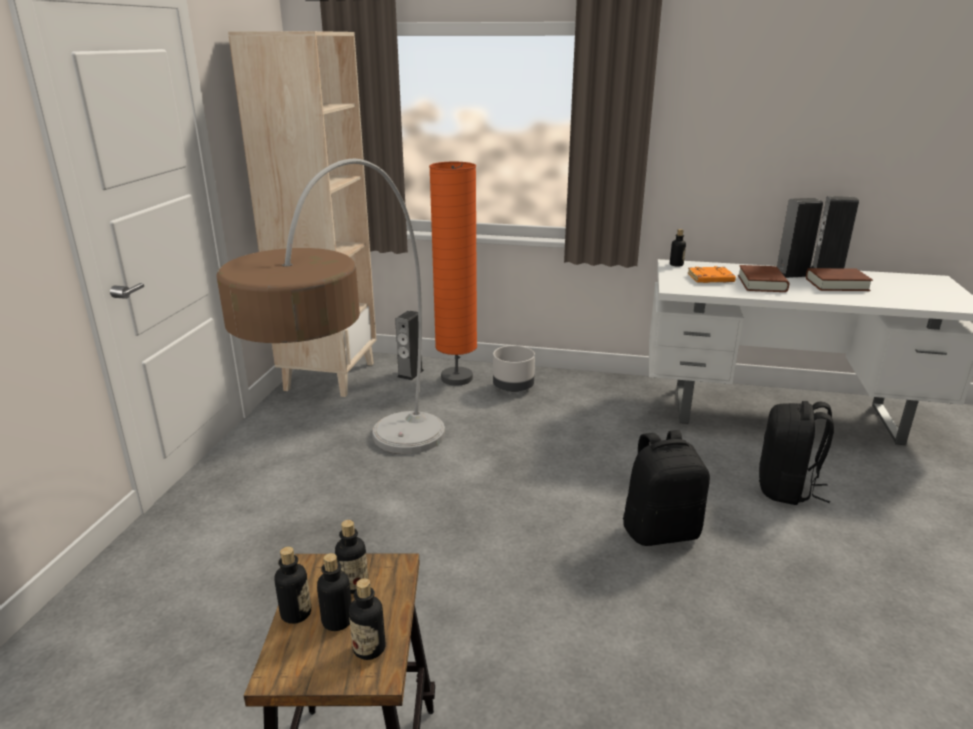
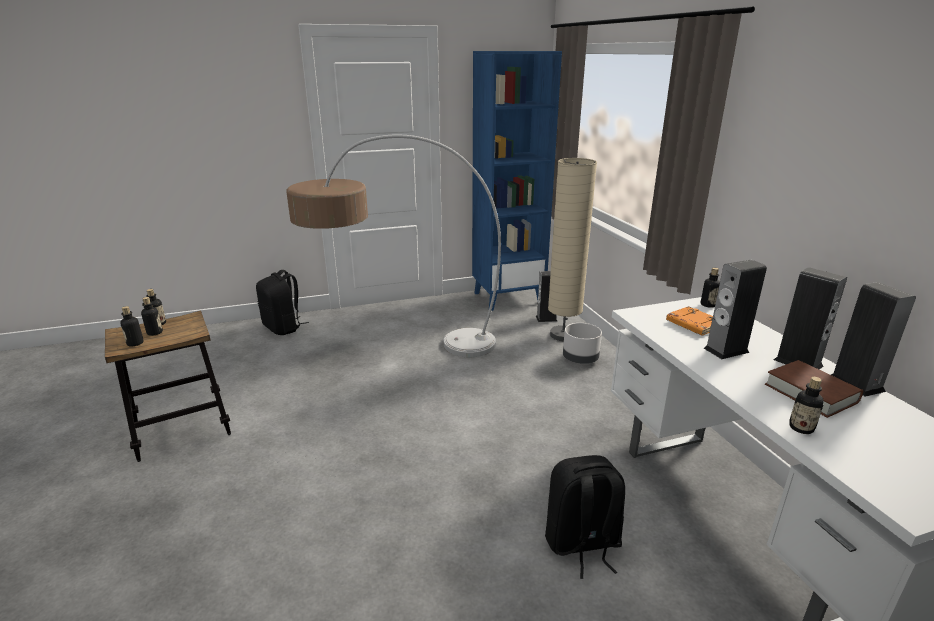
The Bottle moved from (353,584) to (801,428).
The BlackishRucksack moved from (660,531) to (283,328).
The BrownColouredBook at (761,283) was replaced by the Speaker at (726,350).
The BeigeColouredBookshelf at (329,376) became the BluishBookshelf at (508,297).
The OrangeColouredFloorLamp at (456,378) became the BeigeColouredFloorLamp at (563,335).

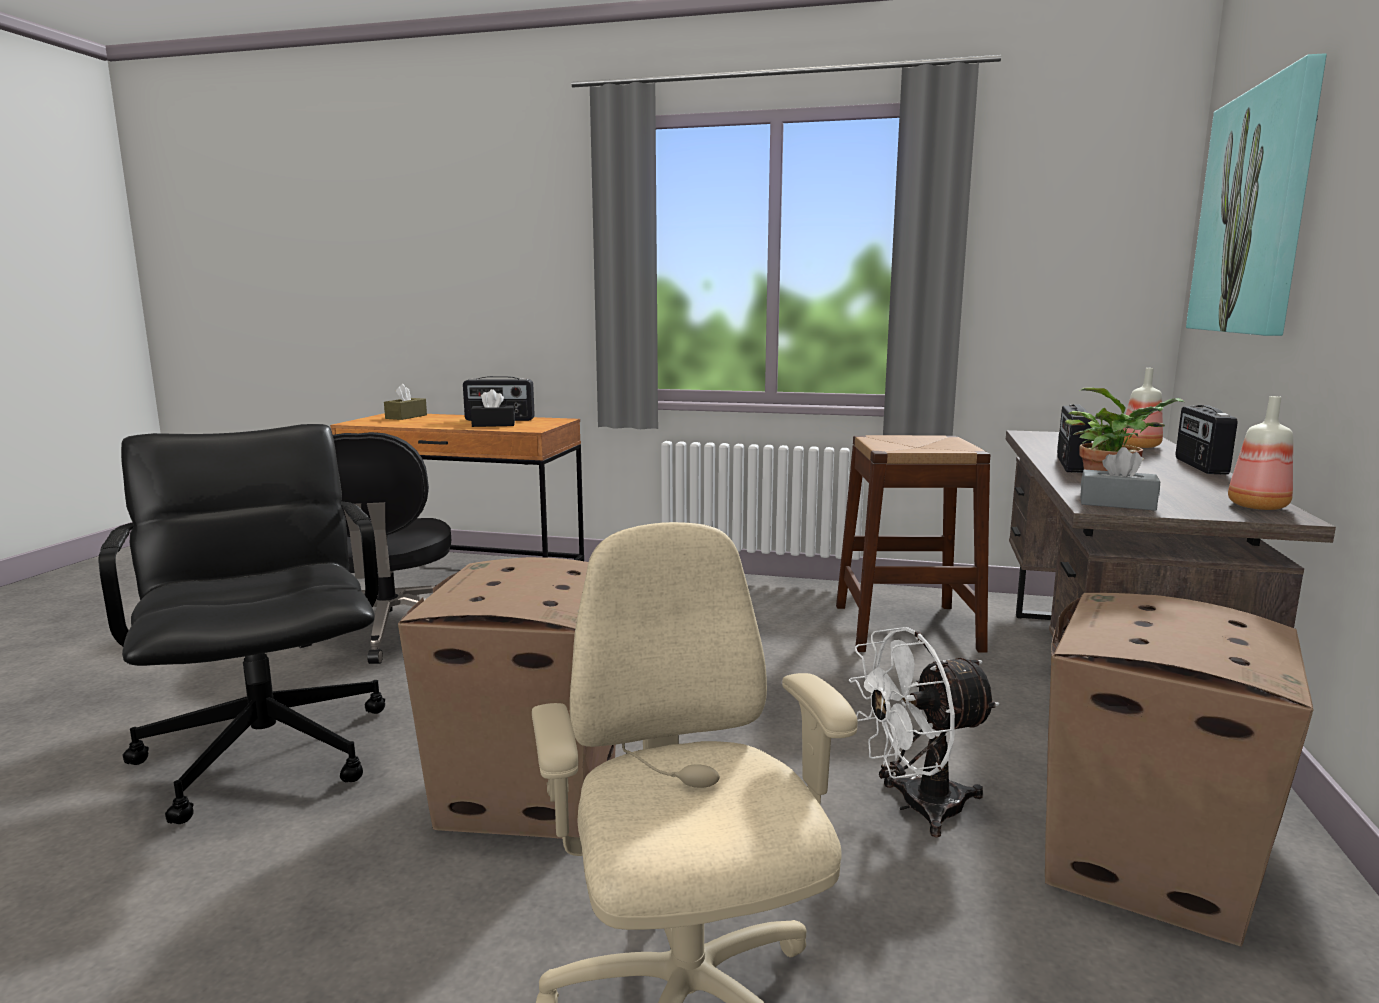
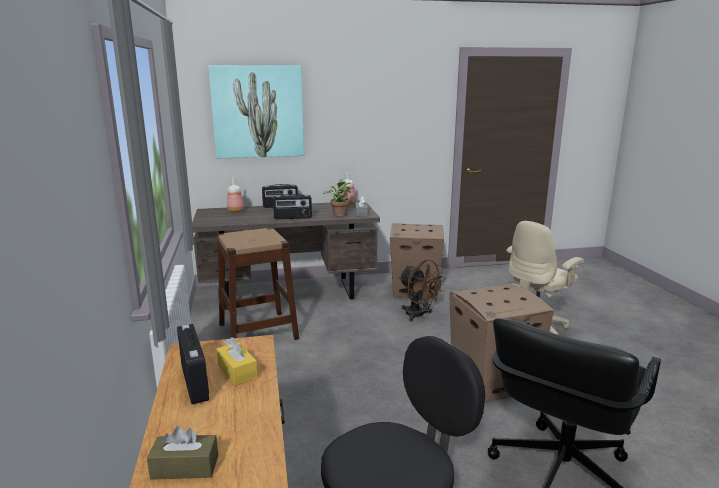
The BlackishBoxOfTissues at (493,424) became the YellowColouredBoxOfTissues at (237,371).
The WhiteCoolingFan at (917,807) became the BrownColouredCoolingFan at (419,315).

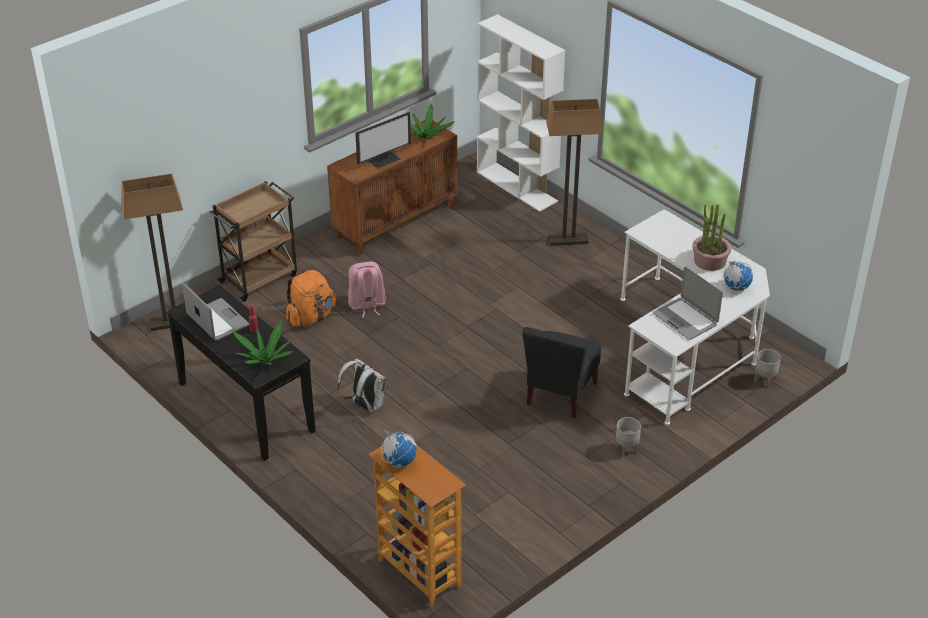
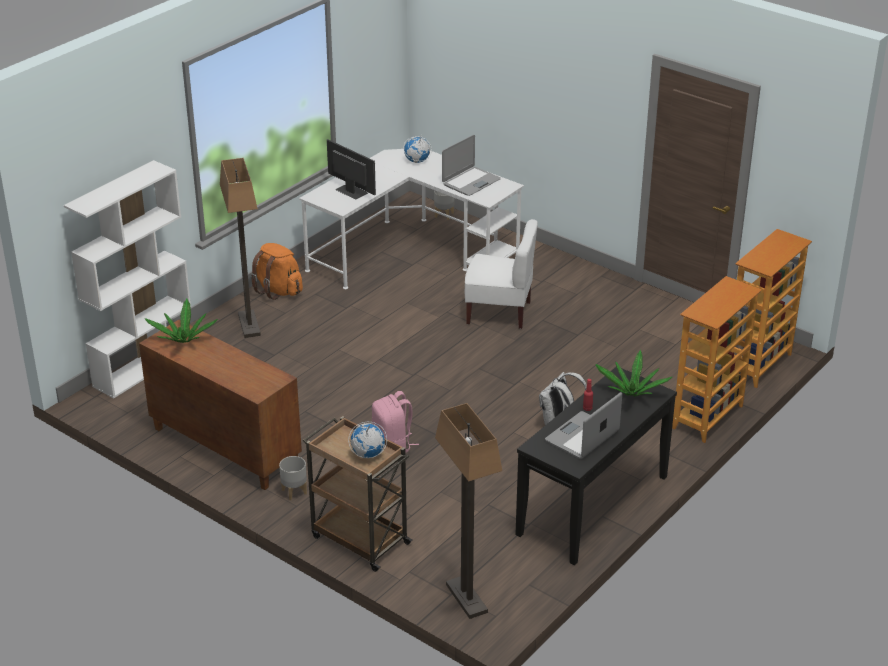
The PottedPlant at (709,261) disappeared.
The Bookshelf at (708,418) appeared.
The OrangeColouredRucksack moved from (311,317) to (278,290).
The ComputerScreen moved from (384,159) to (351,191).
The DeskGlobe moved from (399,461) to (367,454).
The GreyishPlantPot moved from (626,449) to (294,491).
The BlackishPlainChair at (560,394) became the WhitePlainChair at (499,312).

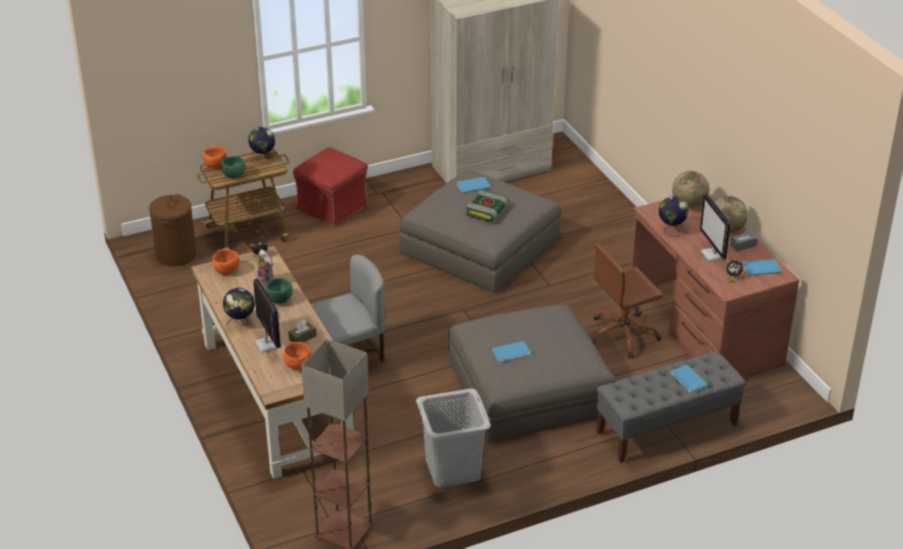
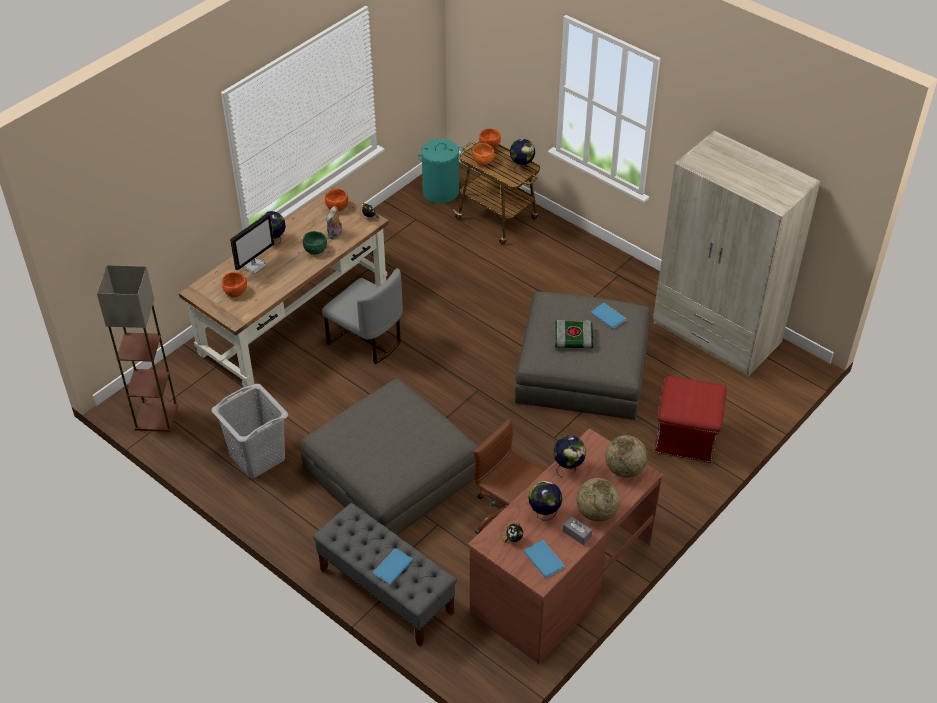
The BrownColouredBoxOfTissues at (302,338) disappeared.
The BluishBook at (512,352) disappeared.
The RedColouredOttoman moved from (332,207) to (687,437).
The ComputerScreen at (713,255) was replaced by the DeskGlobe at (544,513).
The BrownColouredLaundryBasket at (176,255) became the BlueGreenLaundryBasket at (440,192).
The GreenishBowl at (234,175) became the OrangeColouredBowl at (482,162).

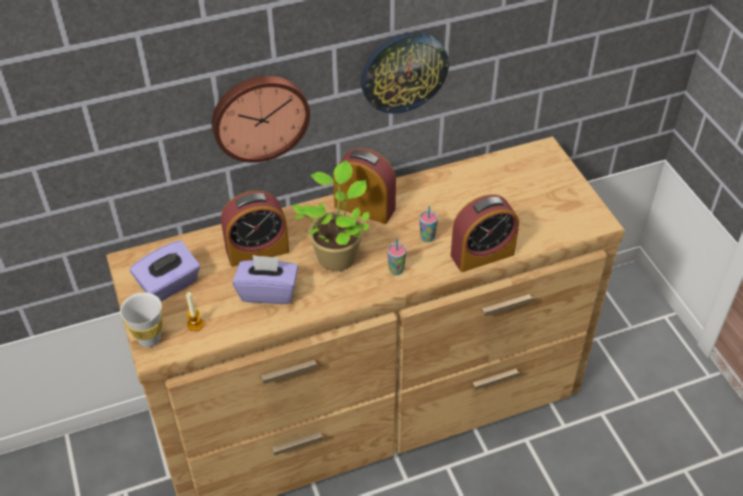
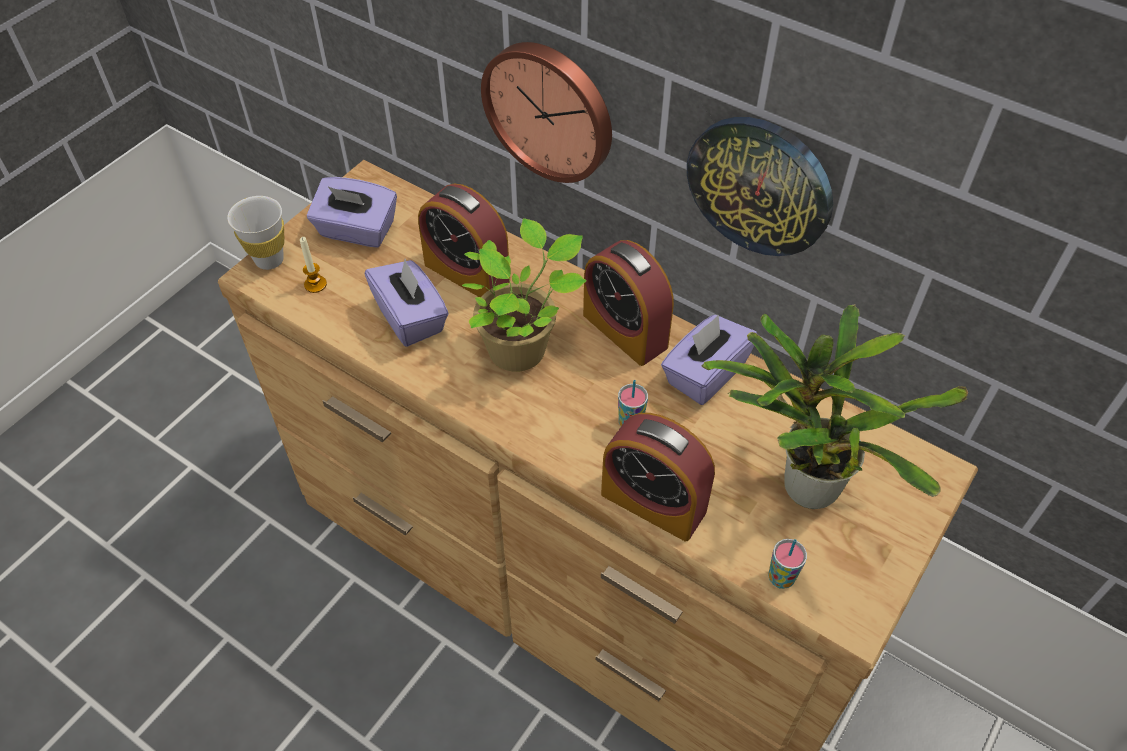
The PurpleBoxOfTissues at (704,374) appeared.
The PottedPlant at (803,483) appeared.
The DrinkingCup moved from (396,270) to (781,578).
The AlarmClock at (364,207) turned 150 degrees clockwise.

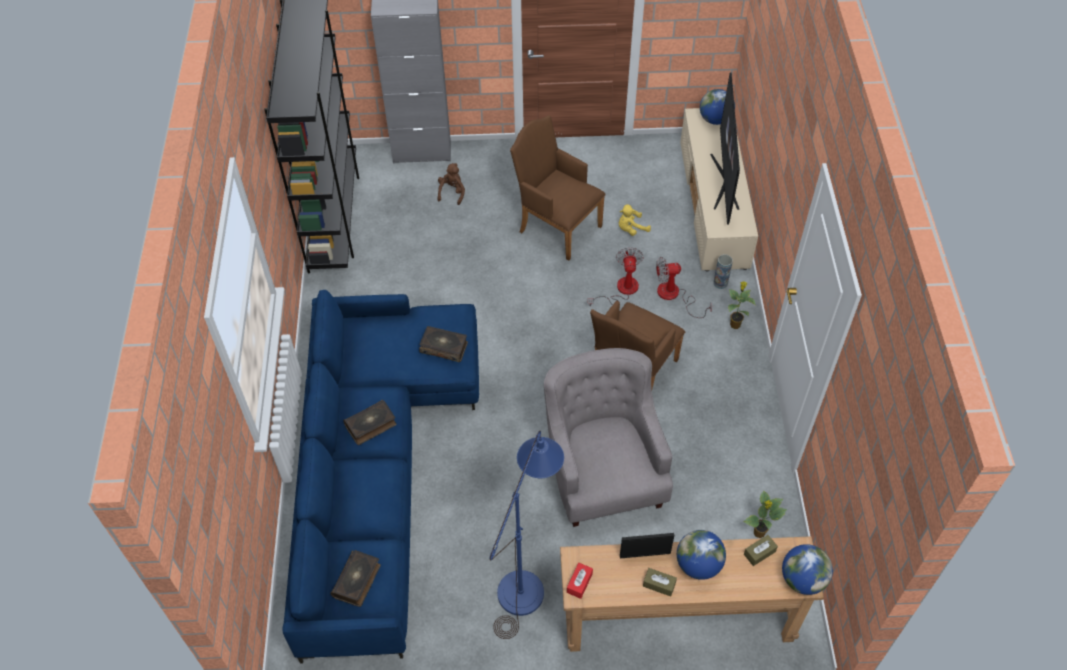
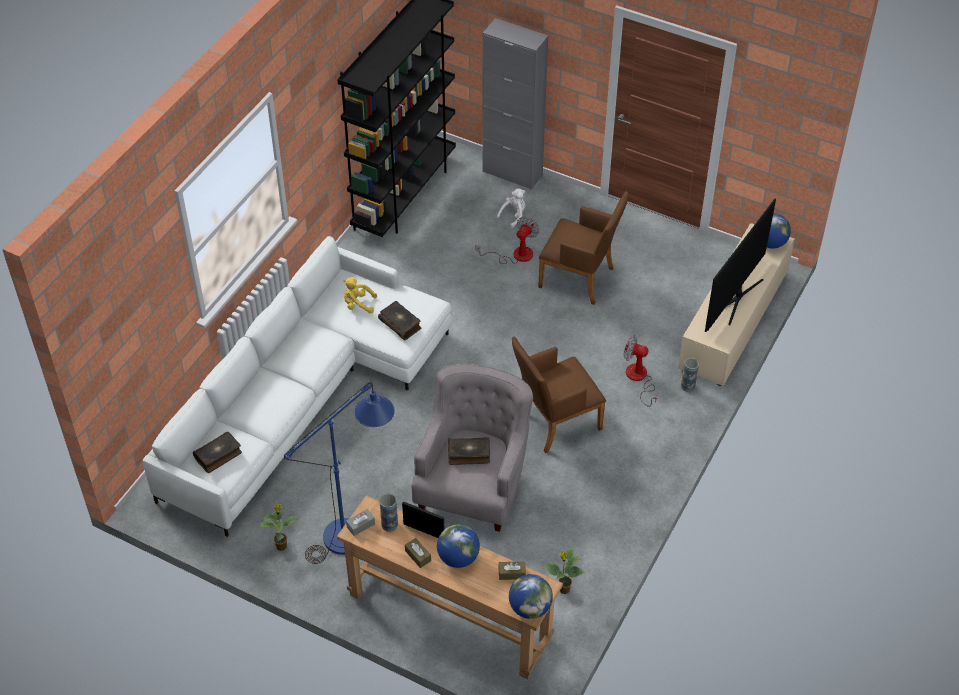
The Vase at (389,524) appeared.
The Book moved from (371,425) to (469,454).
The CoolingFan moved from (621,290) to (515,255).
The YellowColouredPlushToy moved from (631,229) to (358,304).
The PottedPlant moved from (735,324) to (282,545).
The BluishCouch at (377,466) became the WhiteCouch at (304,396).
The BrownColouredPlushToy at (452,192) became the WhitePlushToy at (513,215).
The RedColouredBoxOfTissues at (579,583) became the GreyishBoxOfTissues at (360,525).
The BrownColouredArmchair at (556,226) turned 135 degrees clockwise.

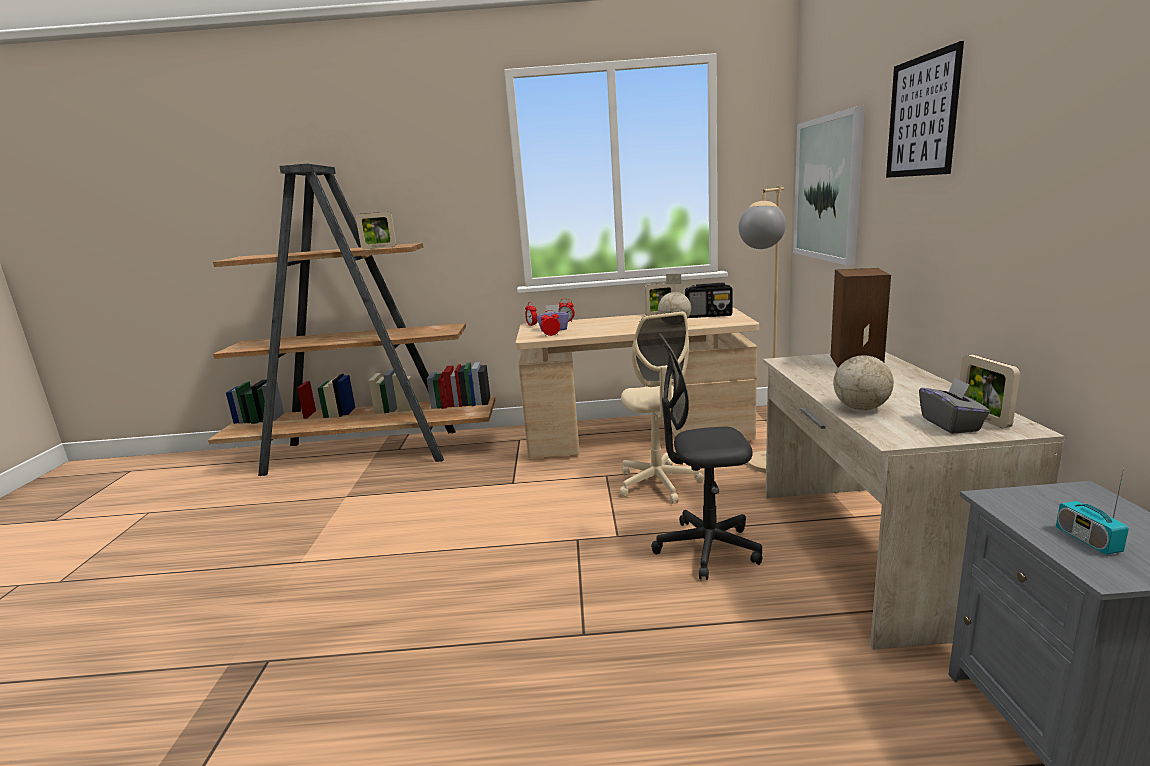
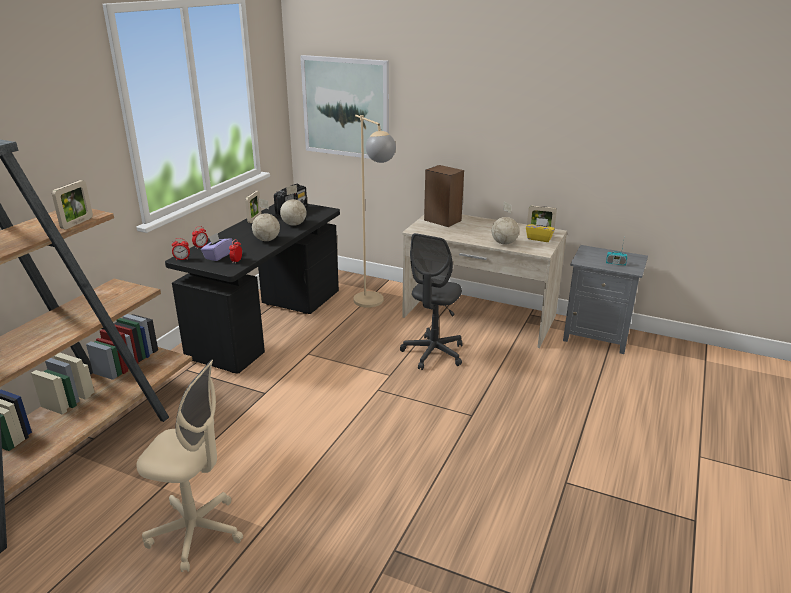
The WallArt at (922,116) disappeared.
The DeskGlobe at (267,240) appeared.
The BeigeColouredOfficeChair moved from (658,484) to (196,532).
The BeigeColouredDeskTable at (637,438) became the BlackishDeskTable at (269,324).
The GreyishBoxOfTissues at (950,424) became the YellowColouredBoxOfTissues at (539,238).

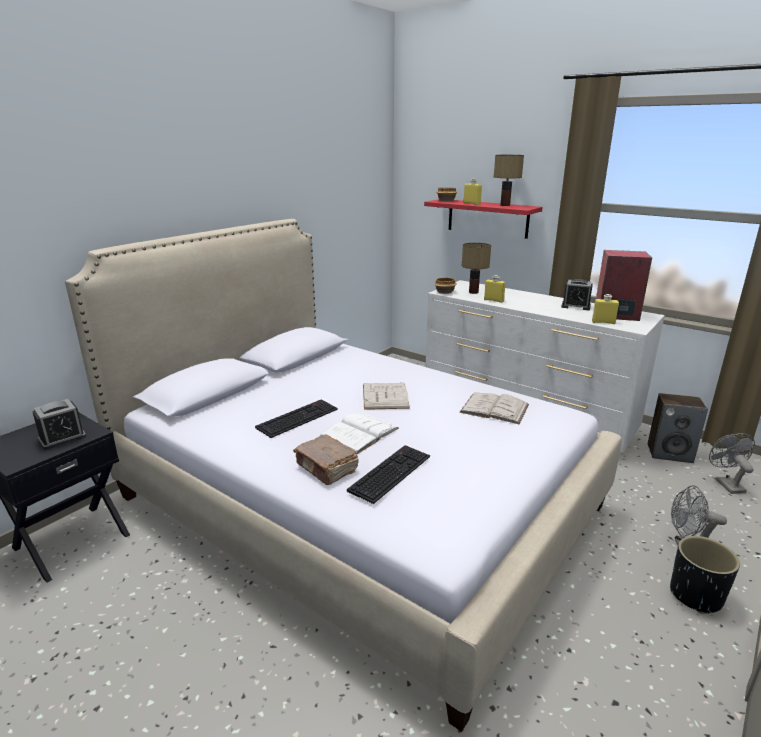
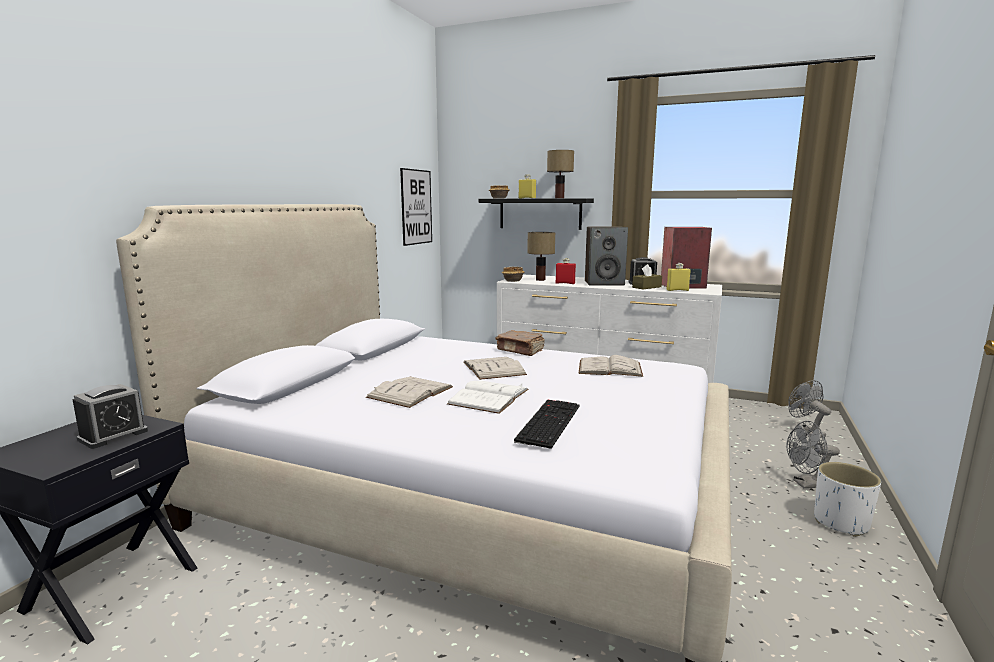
The WallArt at (416,207) appeared.
The BrownColouredBoxOfTissues at (646,287) appeared.
The BrownColouredBook moved from (326,468) to (520,351).
The Speaker moved from (670,453) to (604,283).
The Keyboard at (297,417) was replaced by the WhiteBook at (410,392).
The RedColouredBracketShelf at (487,218) became the BlackishBracketShelf at (540,213).
The YellowColouredBottle at (493,300) became the RedColouredBottle at (565,283).
The BlackishPlantPot at (696,596) became the WhitePlantPot at (841,522).

